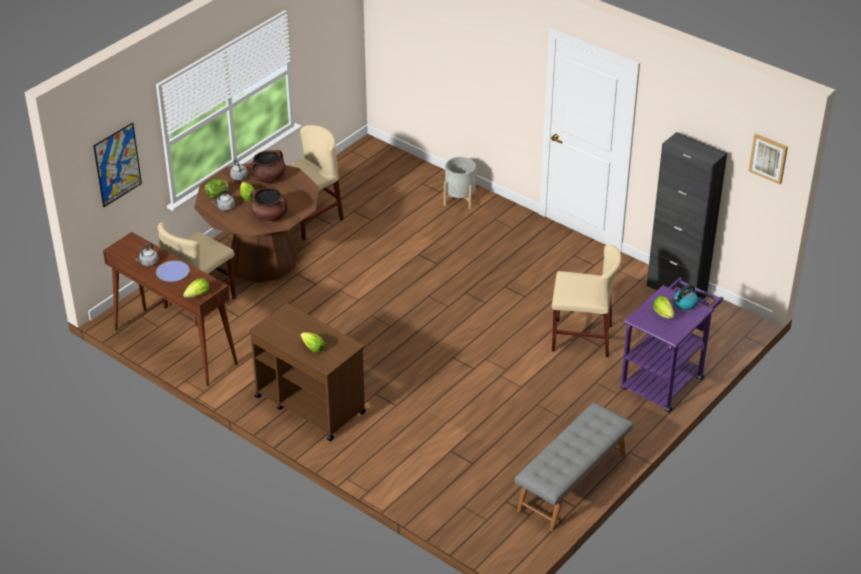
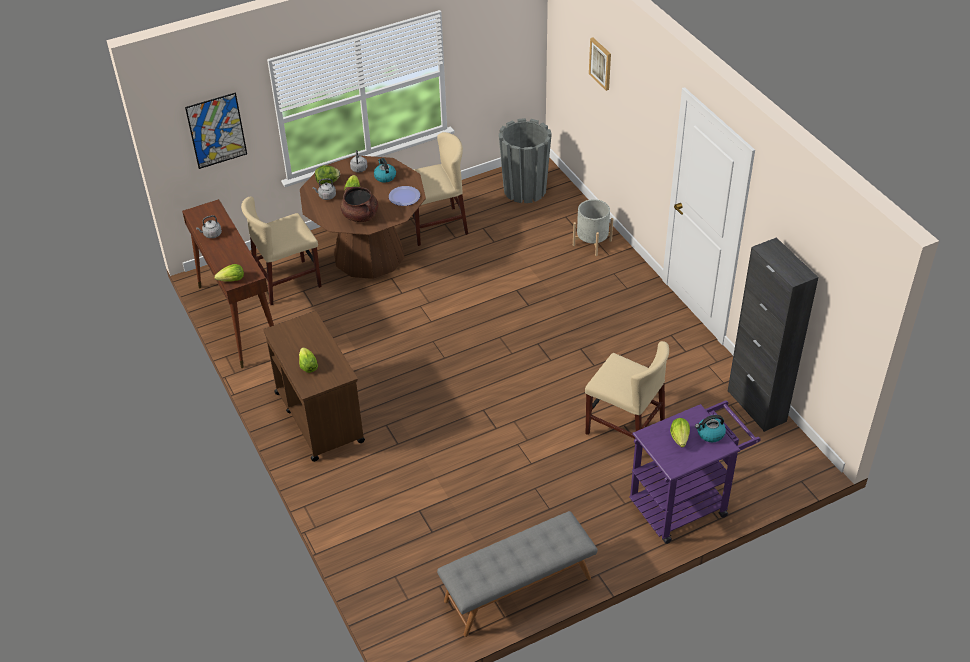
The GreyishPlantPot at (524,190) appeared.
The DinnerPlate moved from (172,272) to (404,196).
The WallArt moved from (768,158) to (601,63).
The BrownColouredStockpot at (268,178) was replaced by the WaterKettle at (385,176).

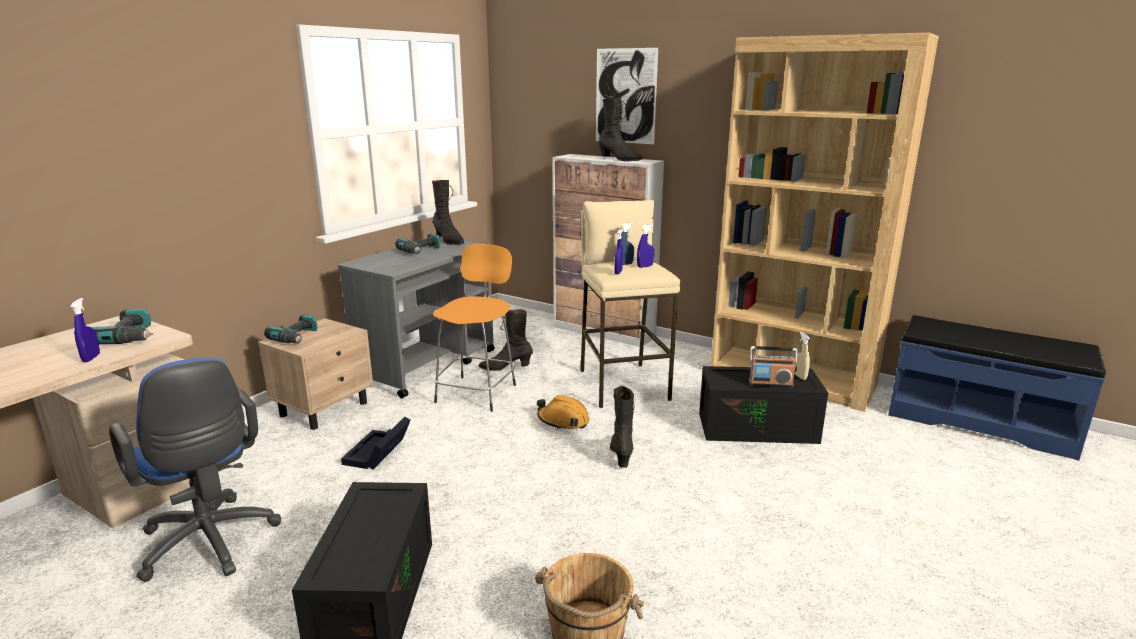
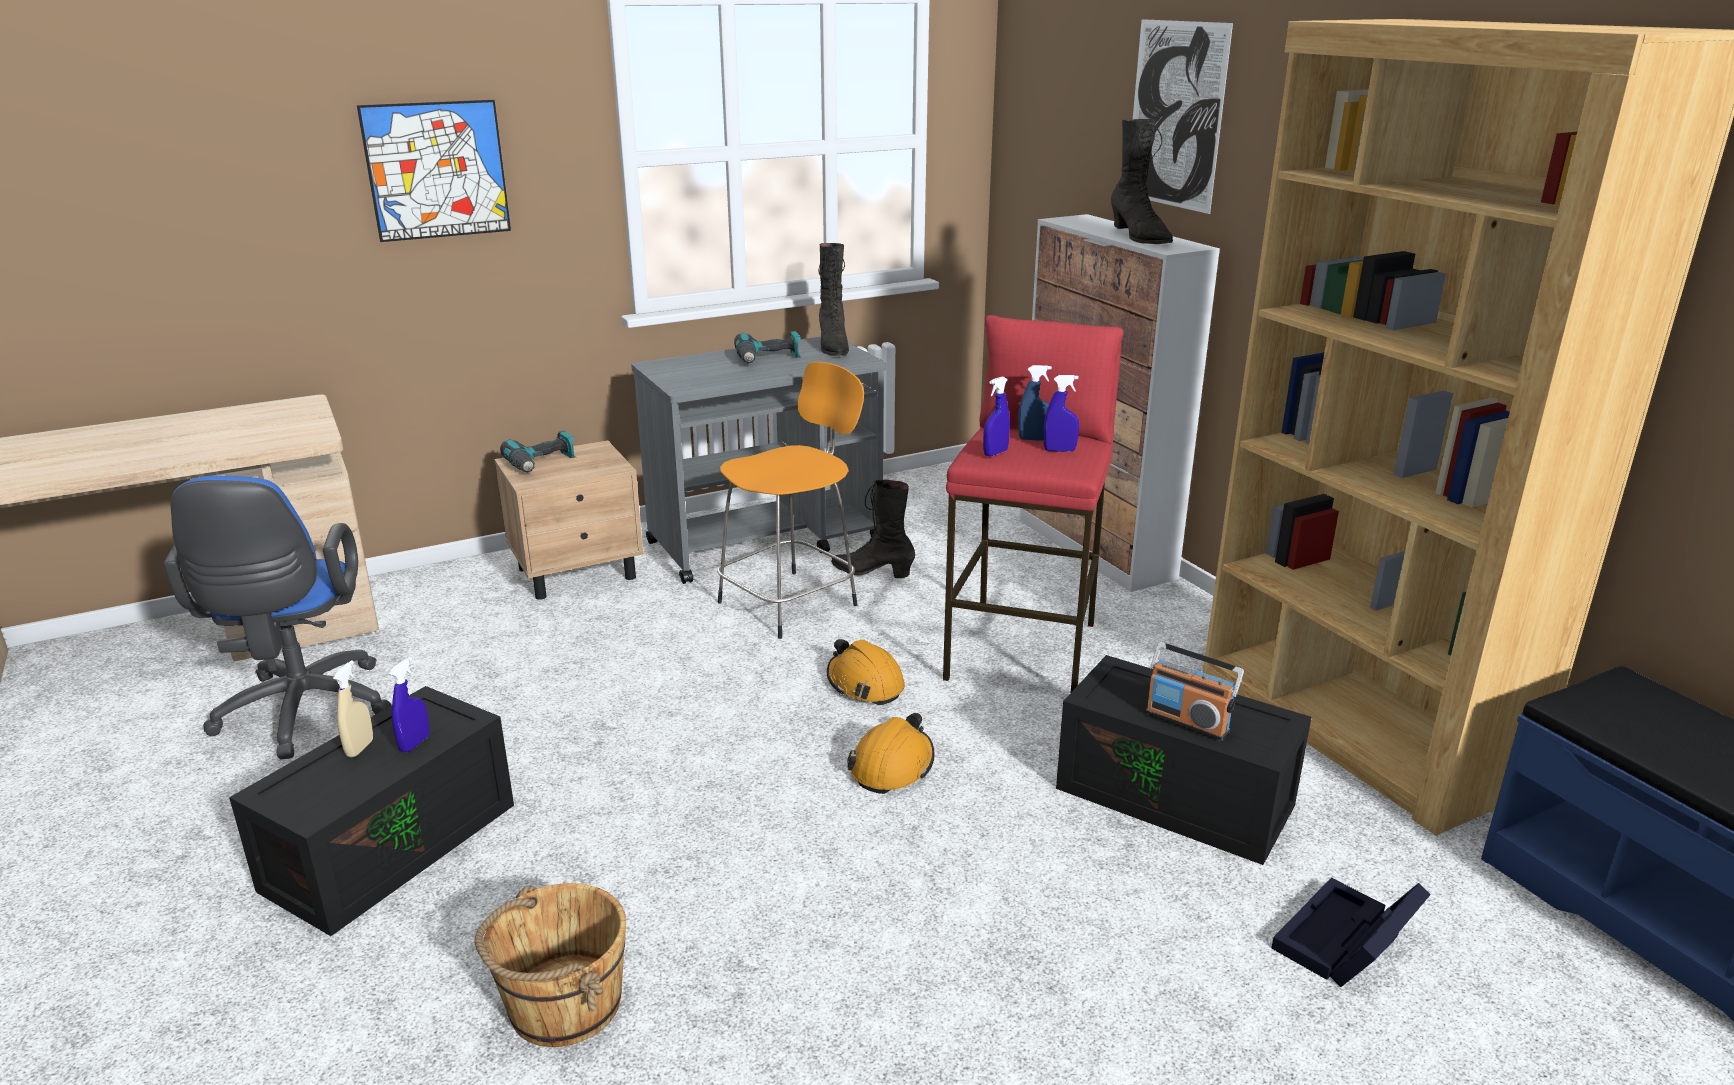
The Drill at (131,337) disappeared.
The WallArt at (436,170) appeared.
The BluishSprayer moved from (91,358) to (415,744).
The BlackishStorageBin moved from (377,453) to (1345,944).
The BeigeColouredSprayer moved from (799,376) to (360,748).
The BlackishHighTopBoot at (621,454) was replaced by the OrangeColouredWorkHelmet at (892,766).
The BeigeColouredStool at (623,384) became the RedColouredStool at (1024,651).

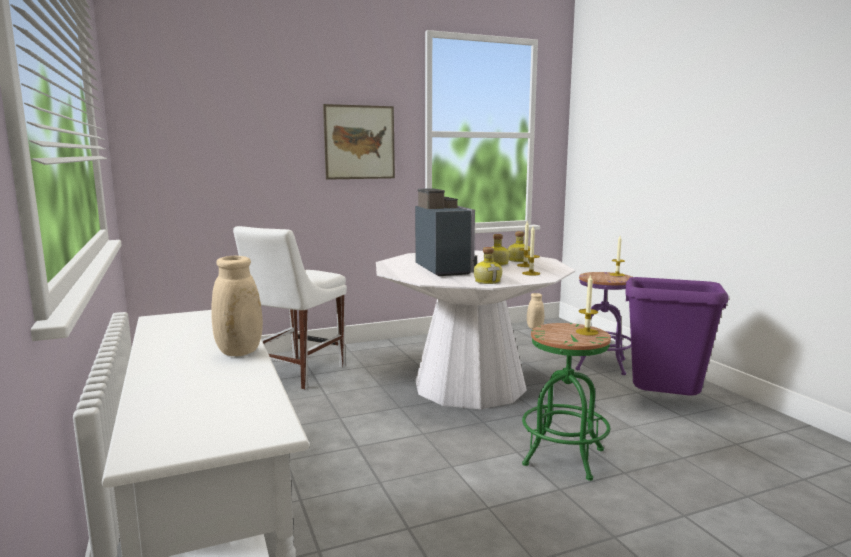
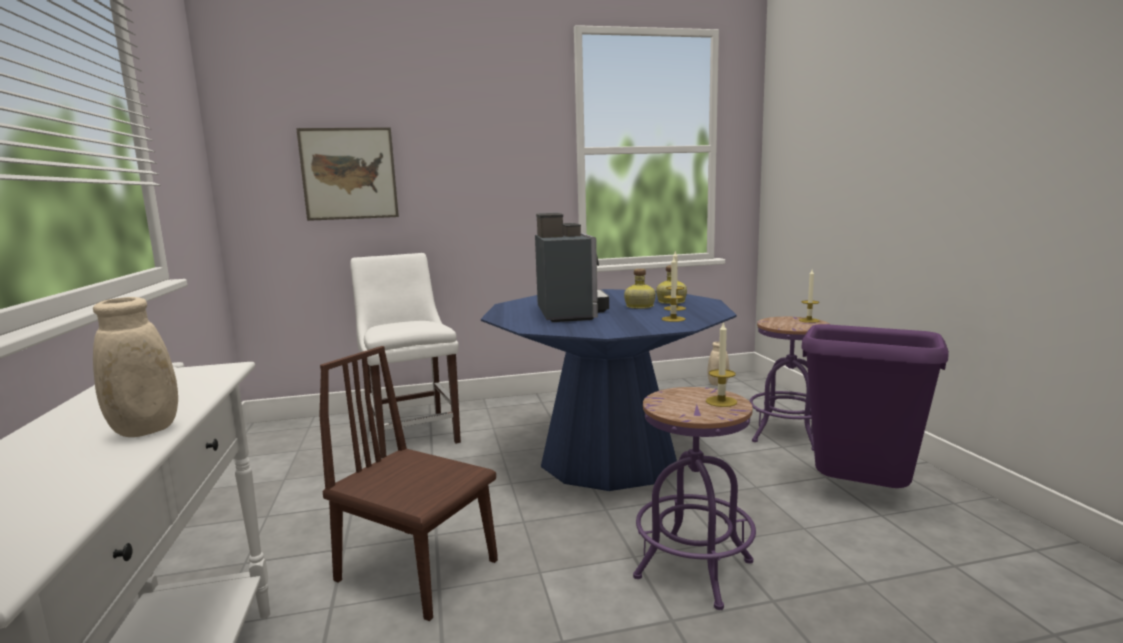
The Bottle at (488,281) disappeared.
The BrownColouredPlainChair at (417,570) appeared.
The WallArt moved from (359,142) to (349,174).
The WhiteDiningTable at (469,385) became the BluishDiningTable at (608,457).
The GreenishStool at (563,457) became the PurpleStool at (694,569).
The WhitePlainChair at (296,373) turned 120 degrees clockwise.

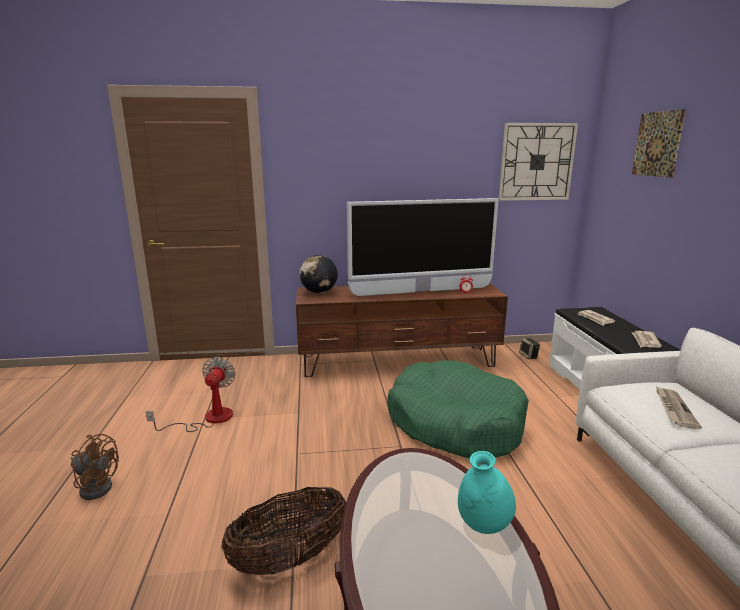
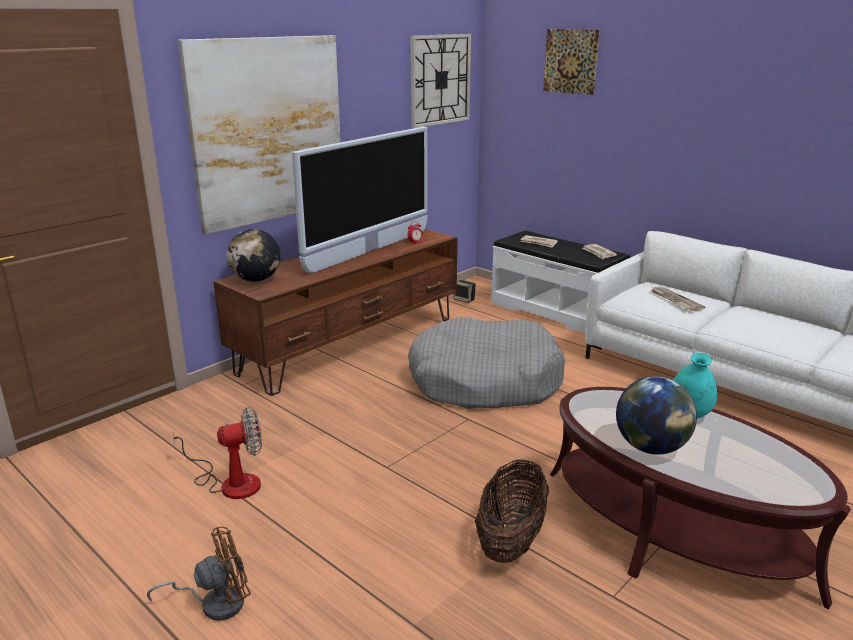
The WallArt at (268,131) appeared.
The DeskGlobe at (651,448) appeared.
The GreenishDogCushion at (455,423) became the GreyishDogCushion at (484,381).
The CoolingFan at (208,419) turned 105 degrees clockwise.

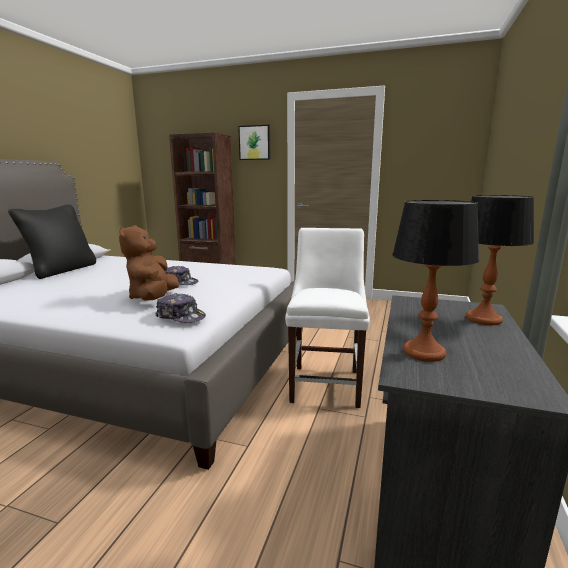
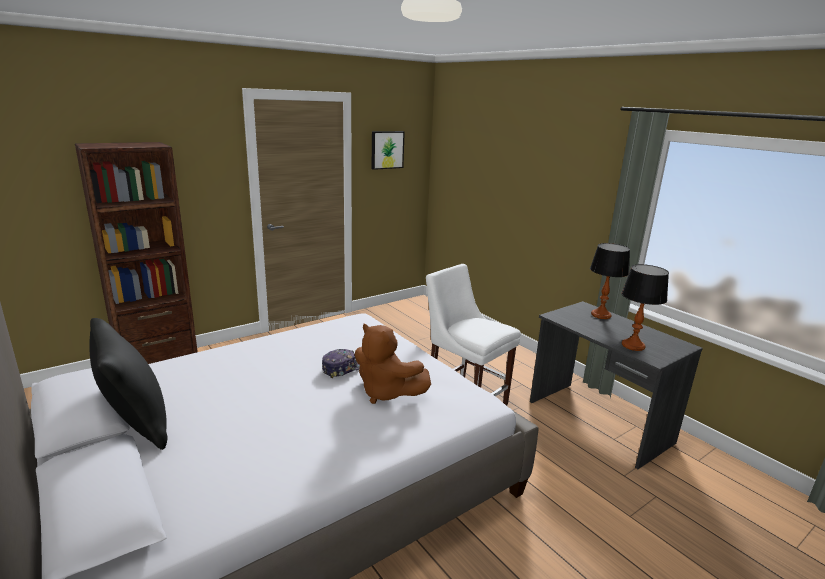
The PeakedCap at (181,316) disappeared.
The WallArt moved from (255,142) to (387,149).

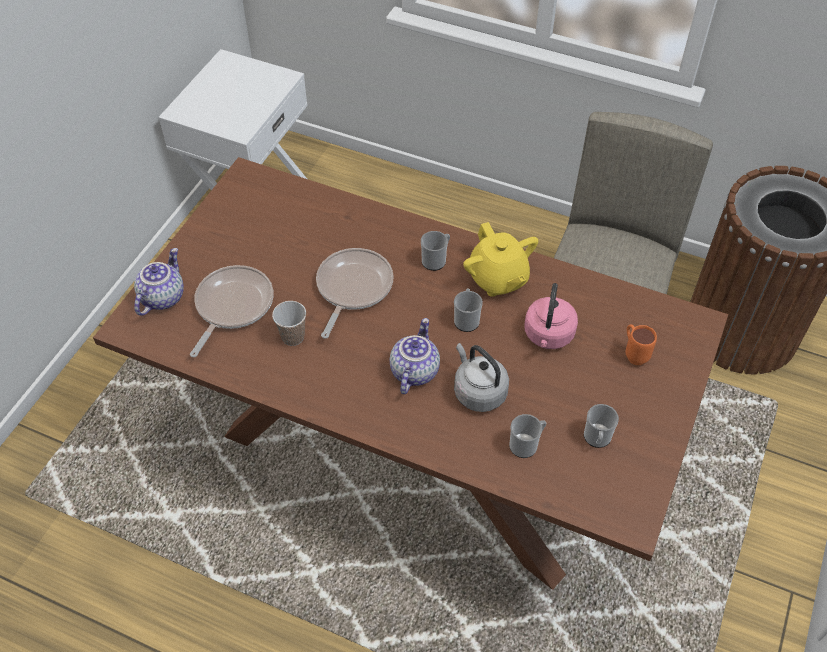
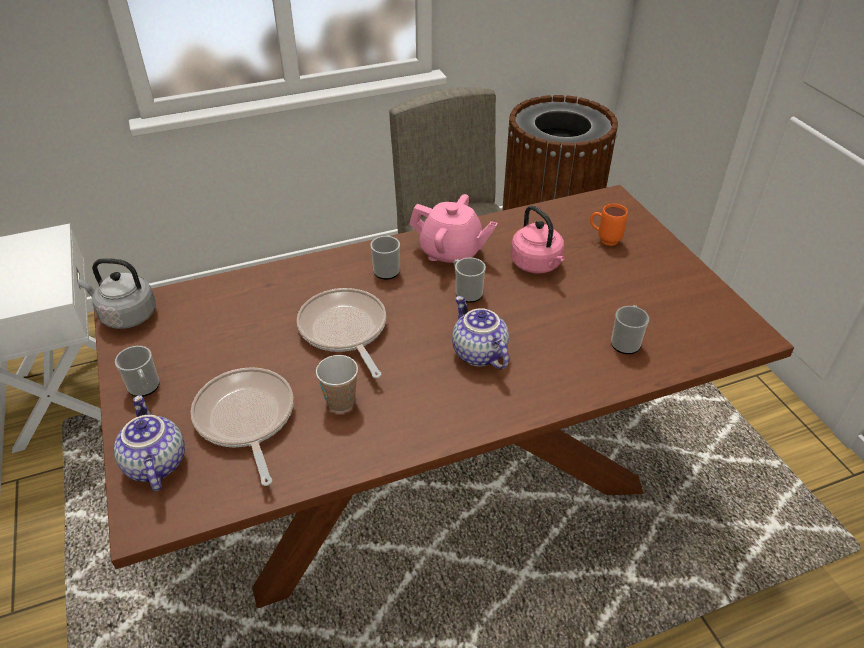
The GreyishWaterKettle moved from (478,391) to (126,315).
The CoffeeMug moved from (597,439) to (145,388).
The YellowColouredPotForTea at (498,279) became the PinkColouredPotForTea at (451,253).

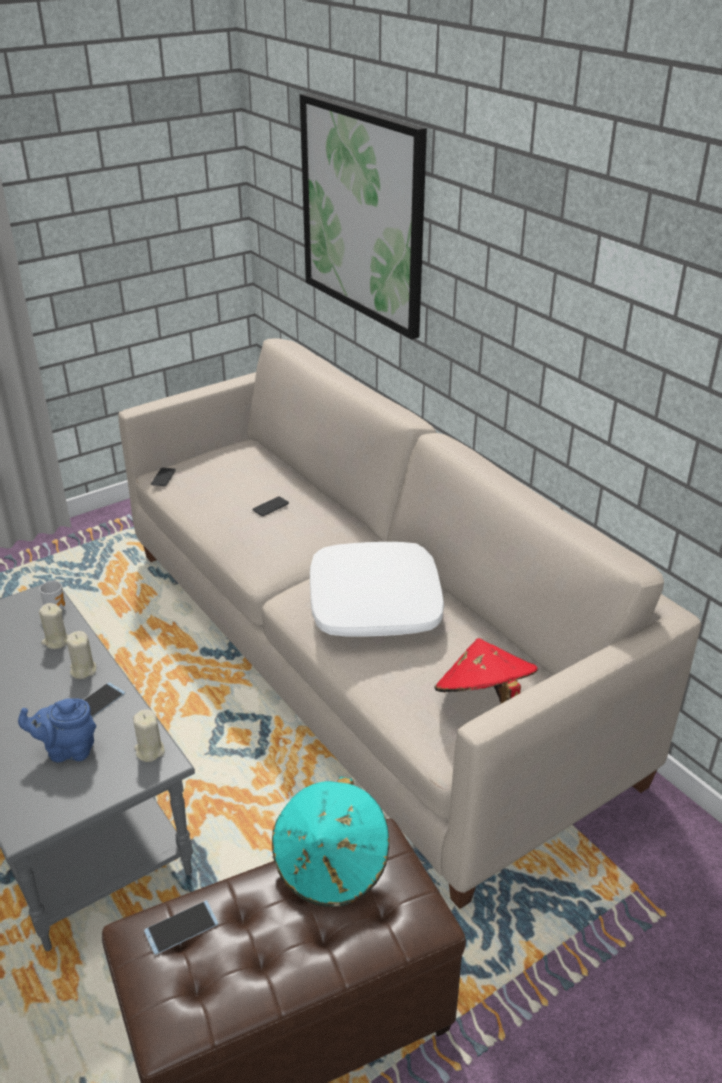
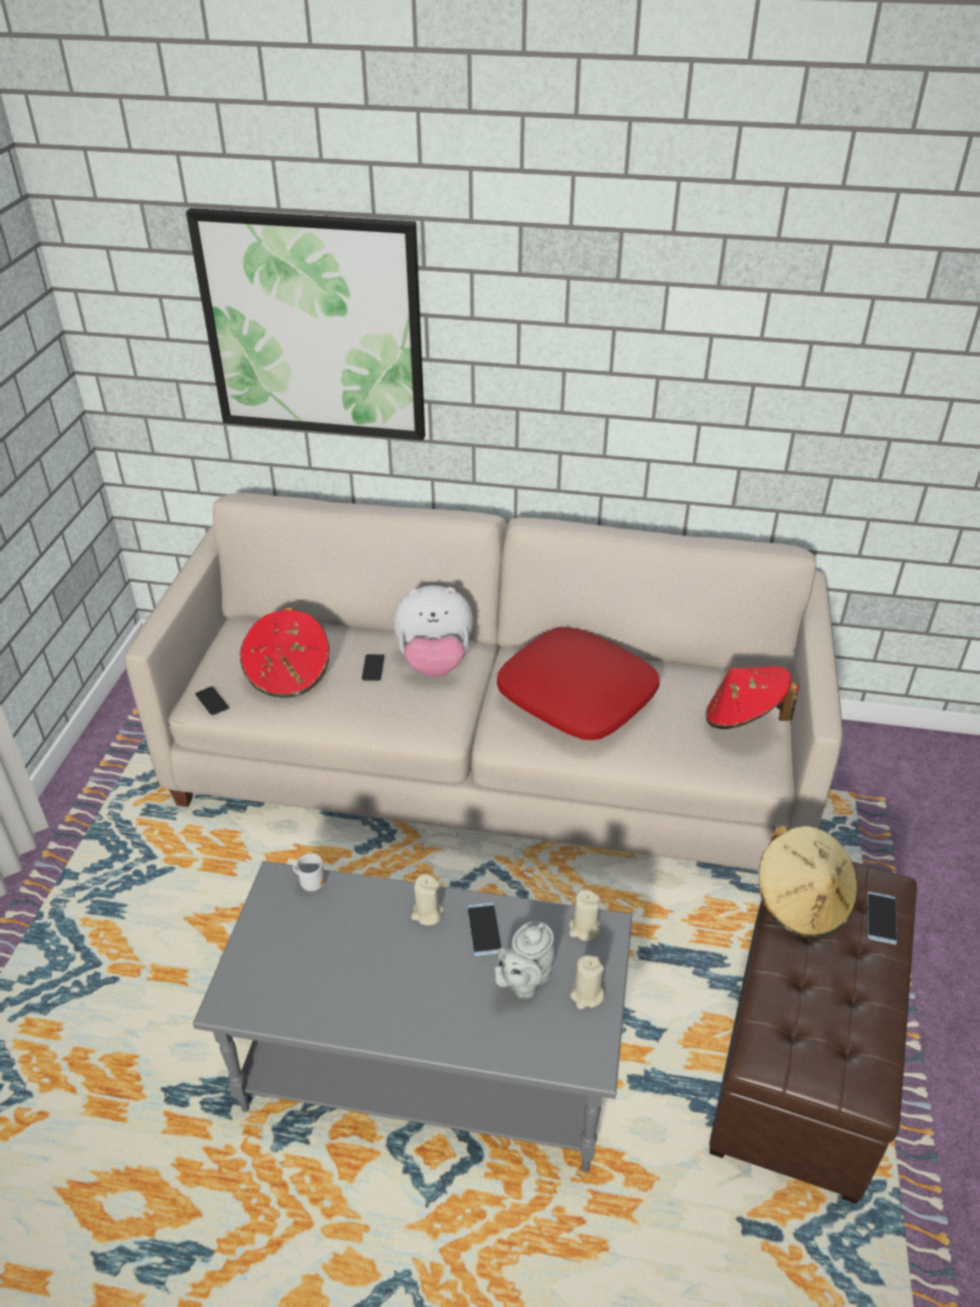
The RedColouredHat at (288,674) appeared.
The PlushToy at (434,663) appeared.
The BeigeColouredCandle moved from (56,641) to (586,995).
The Handset moved from (181,928) to (881,918).
The BluishPotForTea at (67,750) became the GreyishPotForTea at (524,981).
The BlueGreenHat at (331,866) became the BeigeColouredHat at (801,902).
The WhiteThrowPillow at (376,604) became the RedColouredThrowPillow at (577,696).

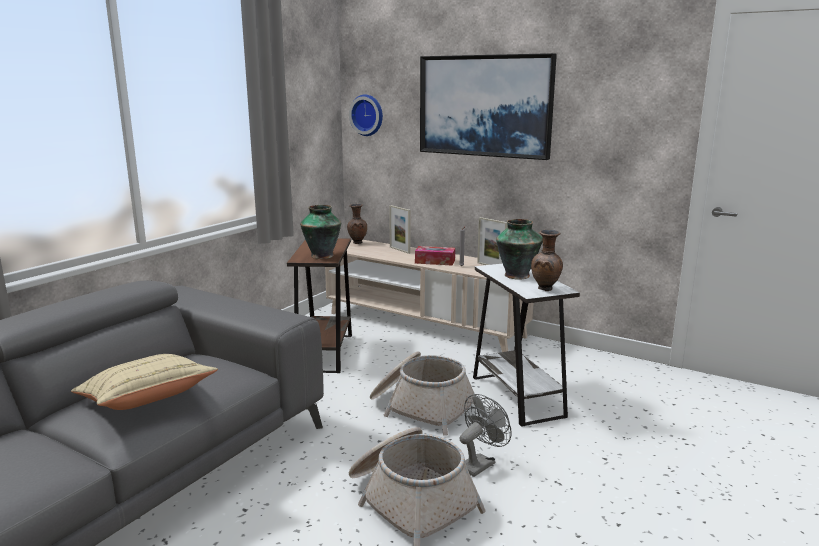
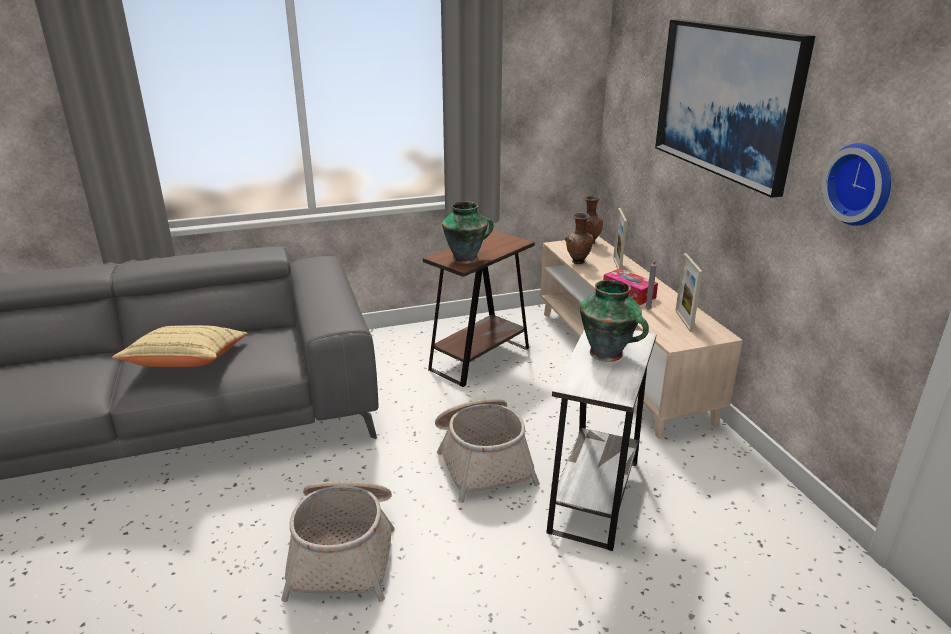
The GreyishCoolingFan at (480,463) disappeared.
The HangingClock moved from (368,115) to (861,184).
The BrownColouredVase moved from (545,289) to (578,263).

